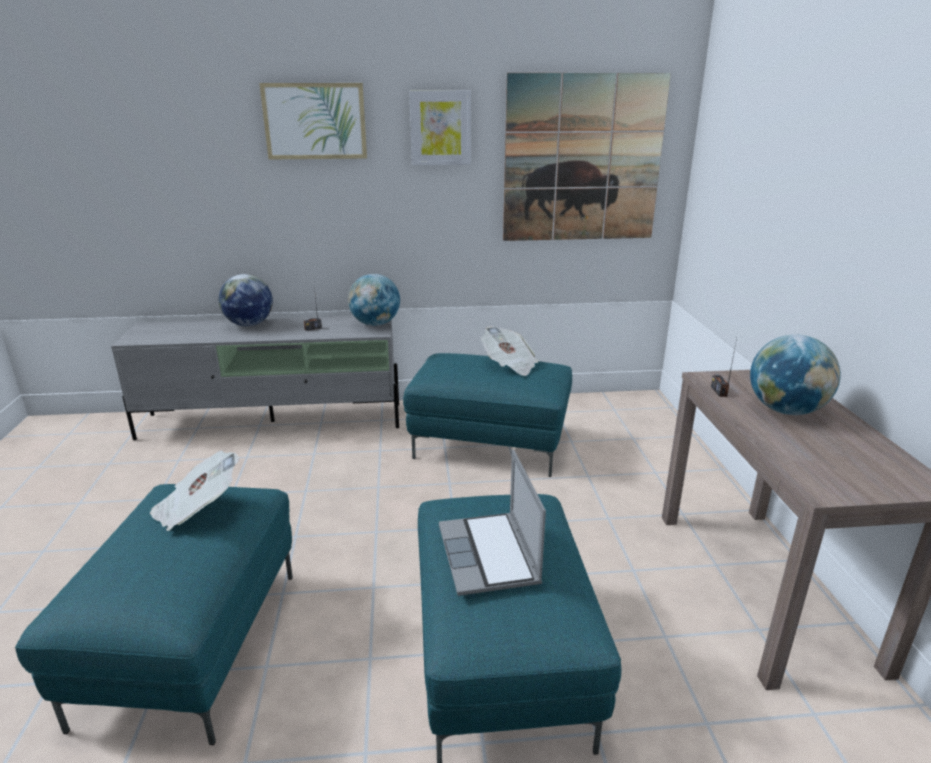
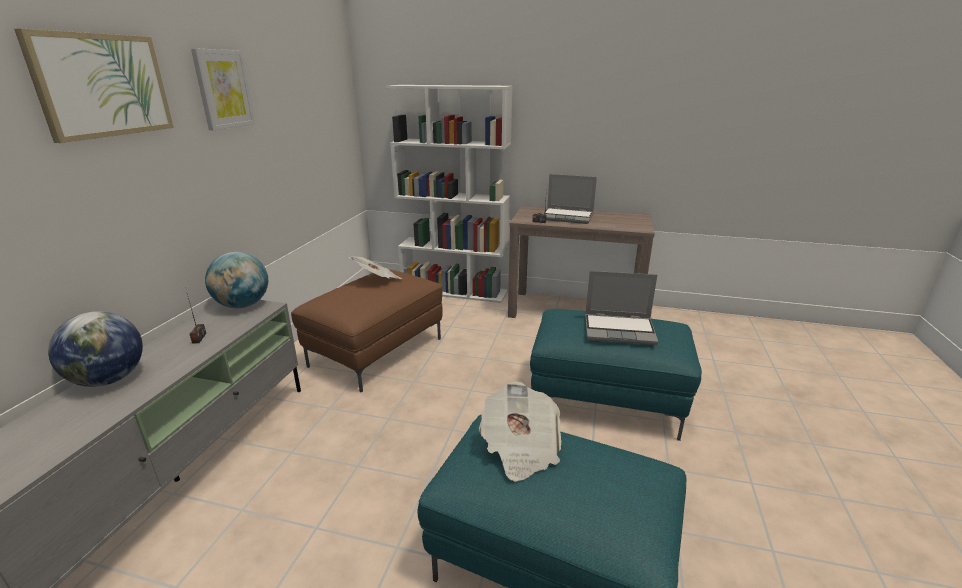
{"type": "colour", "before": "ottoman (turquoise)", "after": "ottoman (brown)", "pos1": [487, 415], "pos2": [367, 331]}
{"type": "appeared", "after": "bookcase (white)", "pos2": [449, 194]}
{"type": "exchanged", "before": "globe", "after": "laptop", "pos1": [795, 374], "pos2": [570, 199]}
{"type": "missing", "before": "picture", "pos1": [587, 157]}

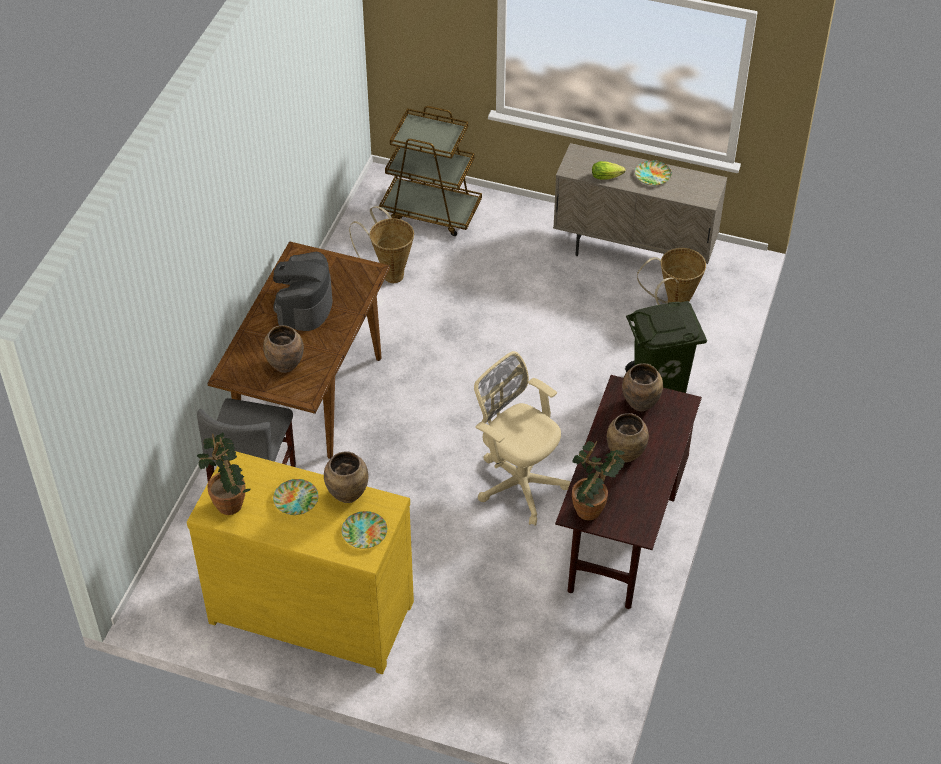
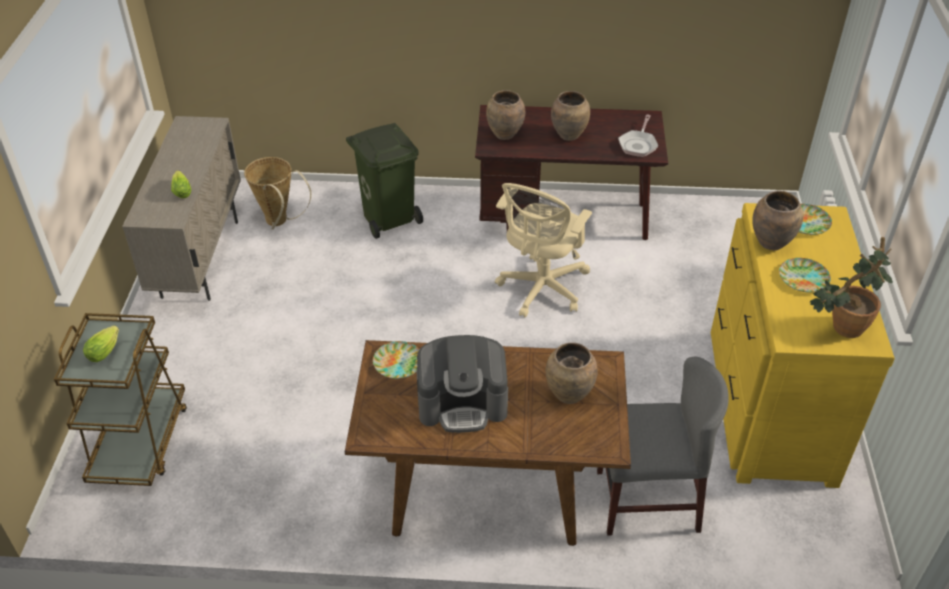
{"type": "appeared", "after": "lettuce", "pos2": [101, 343]}
{"type": "relocated", "before": "plate", "pos1": [653, 172], "pos2": [396, 360]}
{"type": "exchanged", "before": "potted plant", "after": "frying pan", "pos1": [598, 481], "pos2": [638, 136]}
{"type": "missing", "before": "basket", "pos1": [381, 244]}

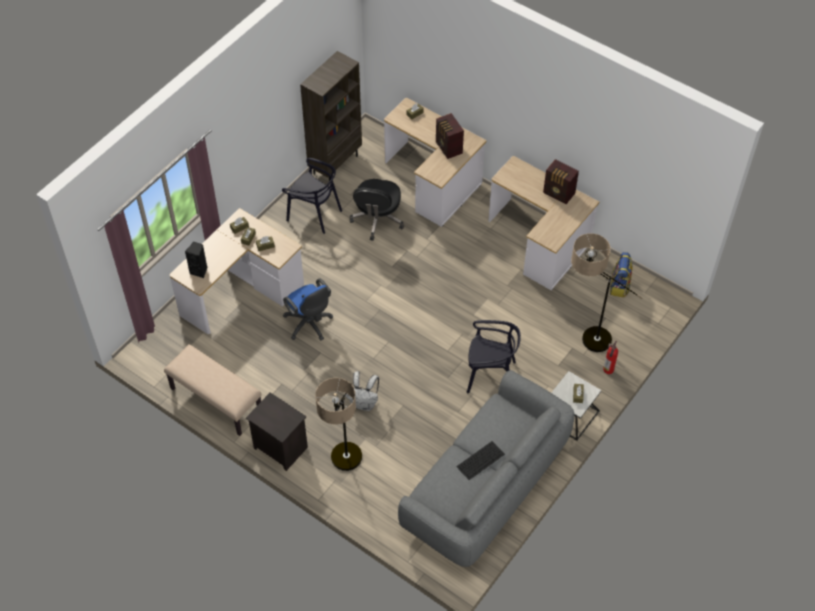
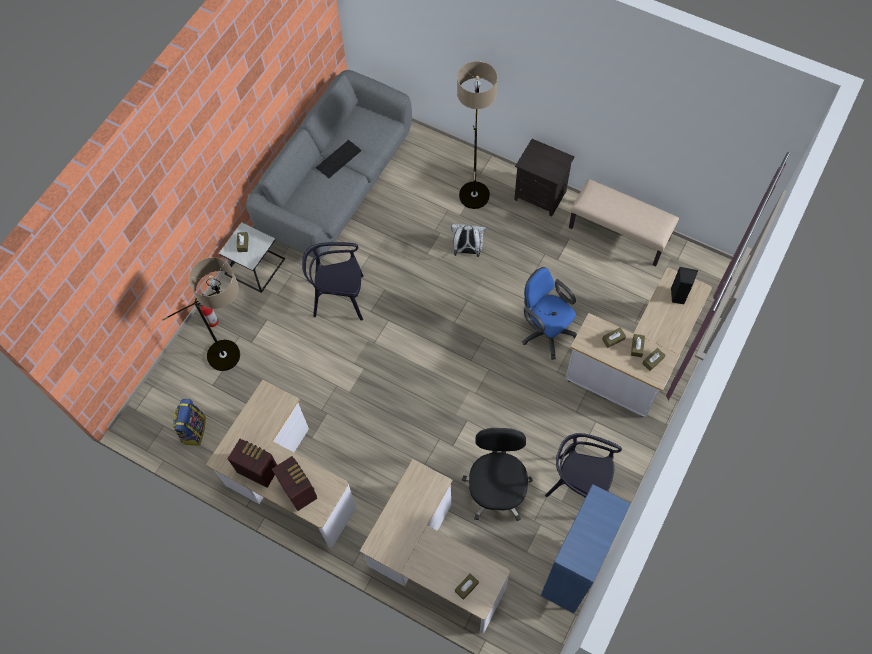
{"type": "relocated", "before": "radio", "pos1": [450, 136], "pos2": [294, 483]}
{"type": "colour", "before": "bookcase (brown)", "after": "bookcase (blue)", "pos1": [331, 116], "pos2": [586, 548]}

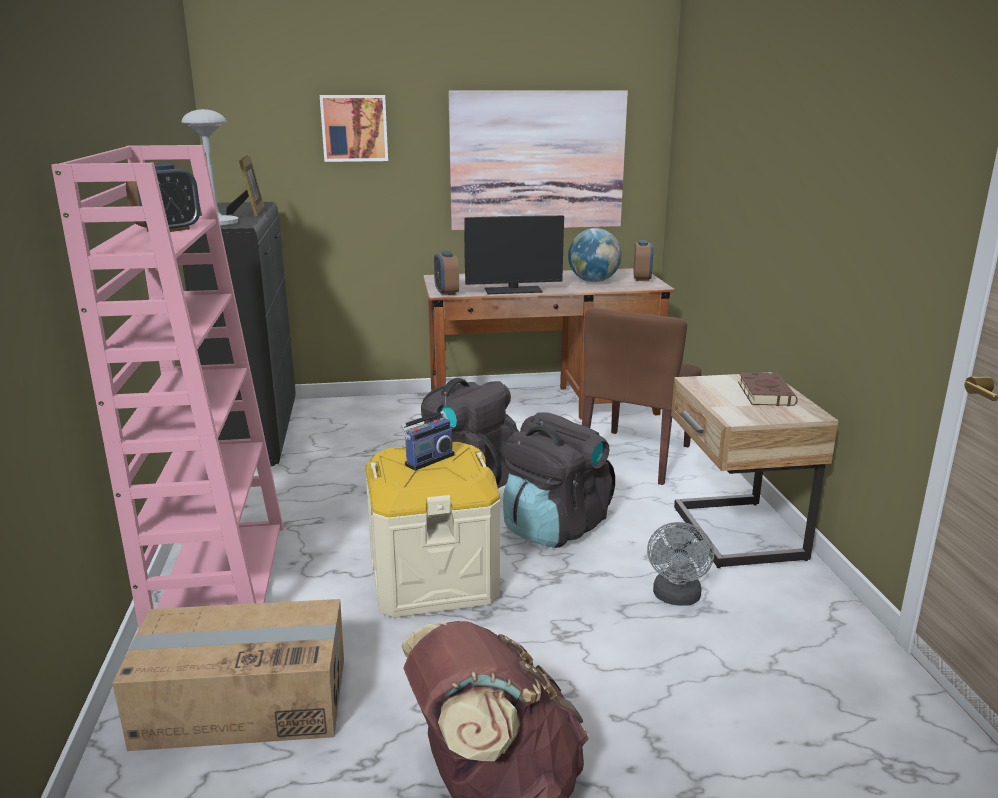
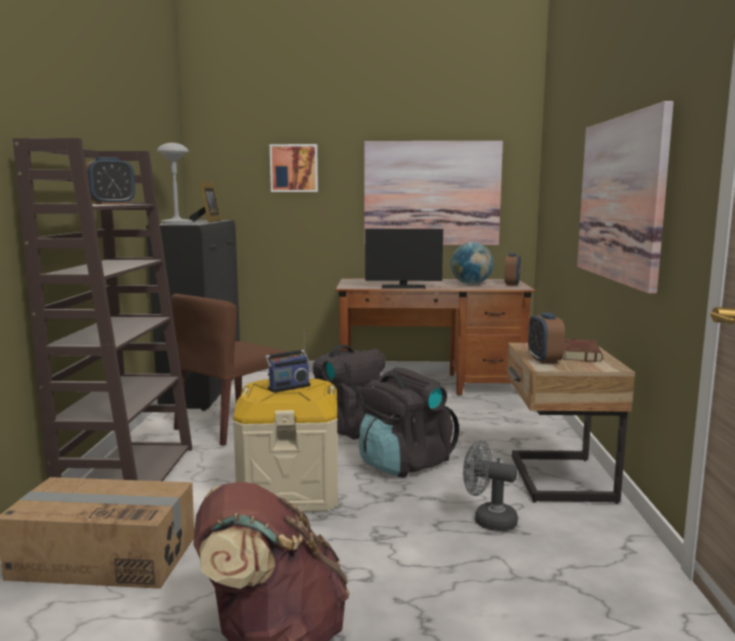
{"type": "colour", "before": "bookcase (pink)", "after": "bookcase (brown)", "pos1": [167, 387], "pos2": [103, 309]}
{"type": "relocated", "before": "chair (brown)", "pos1": [641, 396], "pos2": [230, 370]}
{"type": "spun", "before": "fan (grey)", "pos1": [680, 564], "pos2": [490, 485], "turn": 90}
{"type": "relocated", "before": "alarm clock", "pos1": [446, 273], "pos2": [546, 337]}
{"type": "appeared", "after": "picture", "pos2": [625, 197]}

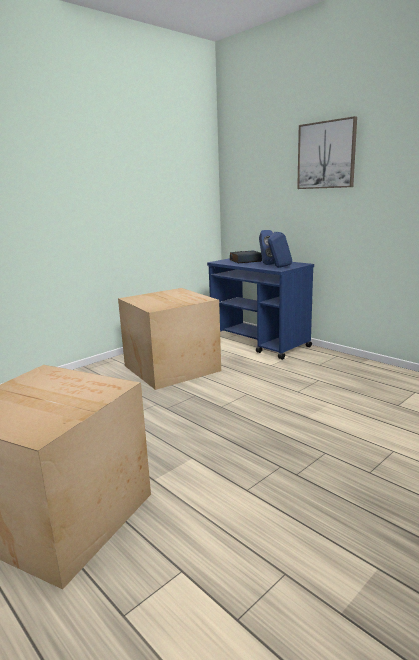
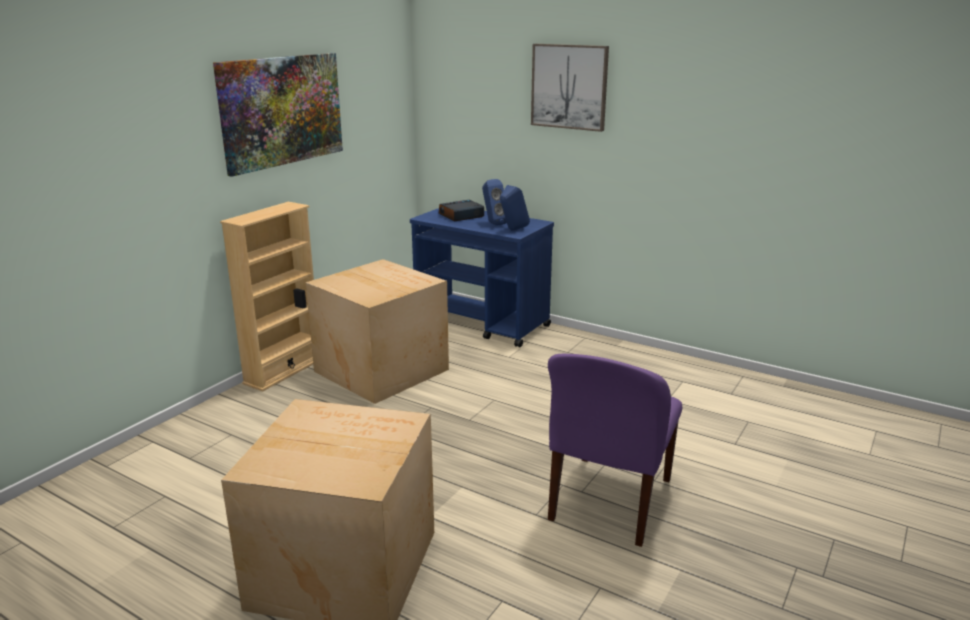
{"type": "appeared", "after": "picture", "pos2": [278, 115]}
{"type": "appeared", "after": "bookcase (beige)", "pos2": [267, 297]}
{"type": "appeared", "after": "chair (purple)", "pos2": [615, 450]}

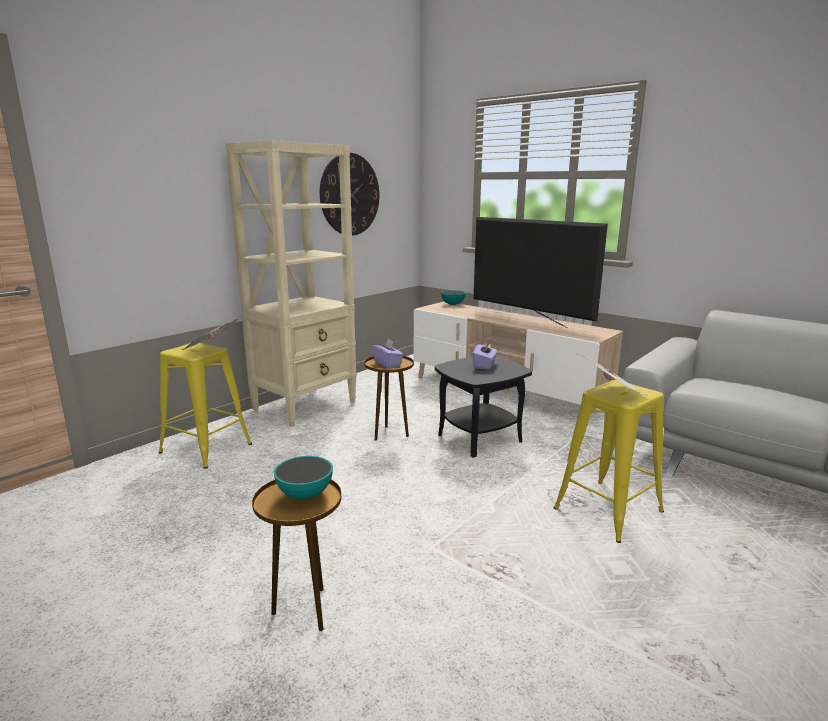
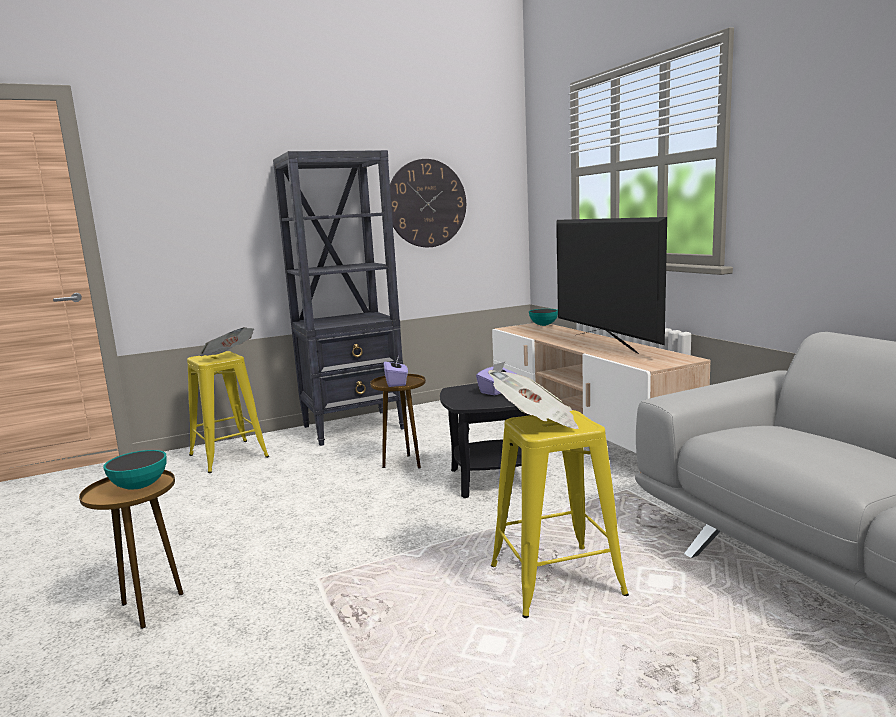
{"type": "colour", "before": "bookcase (beige)", "after": "bookcase (black)", "pos1": [291, 283], "pos2": [339, 298]}

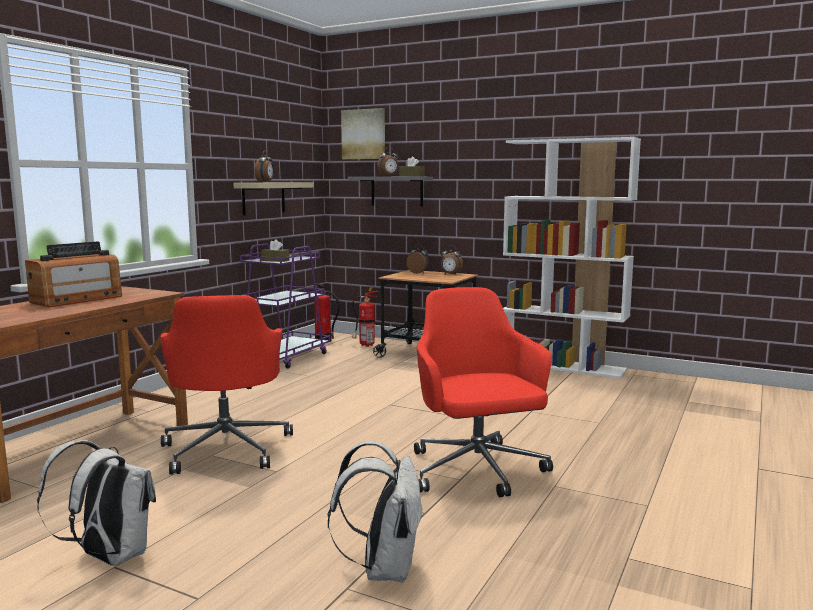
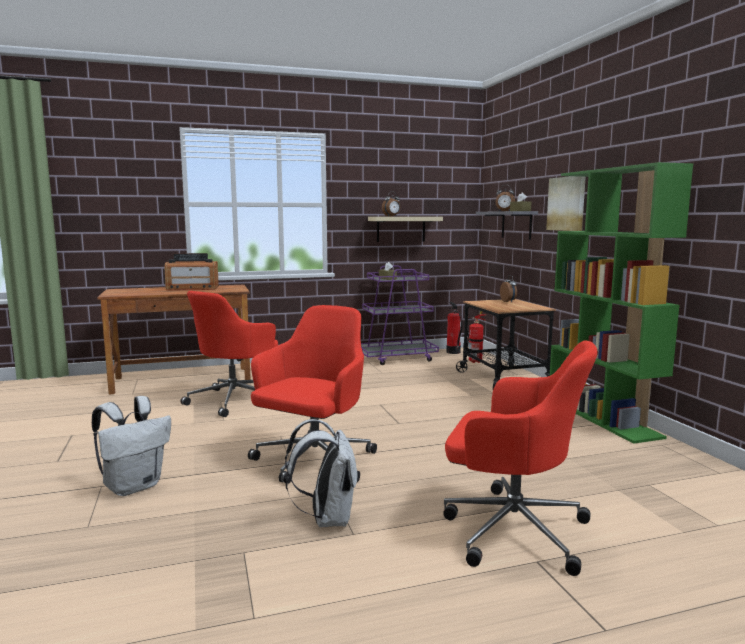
{"type": "relocated", "before": "backpack (white)", "pos1": [96, 503], "pos2": [321, 473]}
{"type": "appeared", "after": "office chair (red)", "pos2": [520, 458]}
{"type": "relocated", "before": "picture", "pos1": [363, 133], "pos2": [566, 203]}
{"type": "colour", "before": "bookcase (white)", "after": "bookcase (green)", "pos1": [572, 258], "pos2": [621, 303]}
{"type": "missing", "before": "alarm clock", "pos1": [452, 259]}

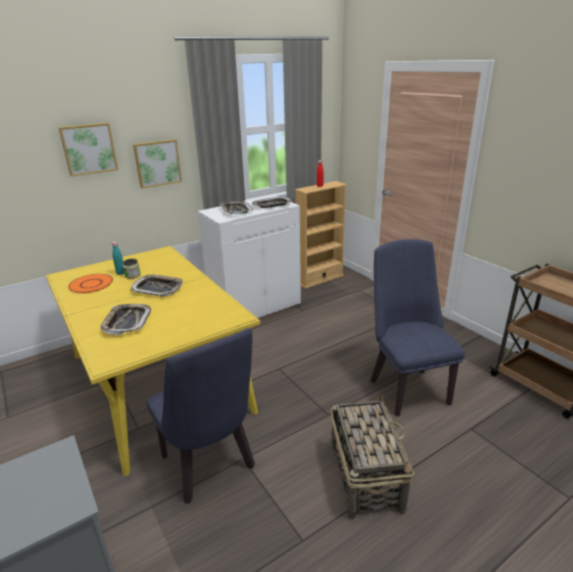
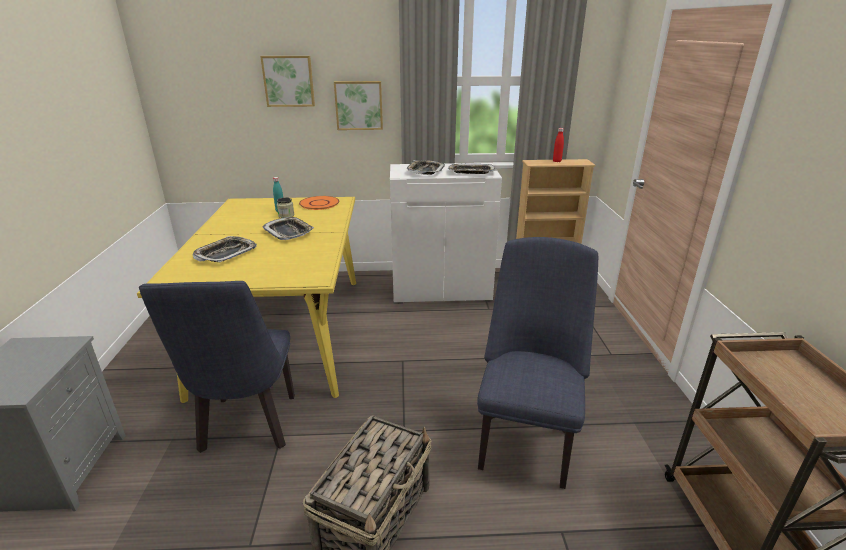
{"type": "relocated", "before": "plate (orange)", "pos1": [90, 283], "pos2": [319, 203]}

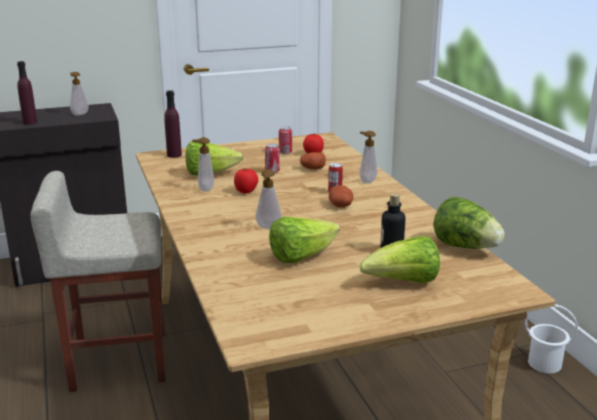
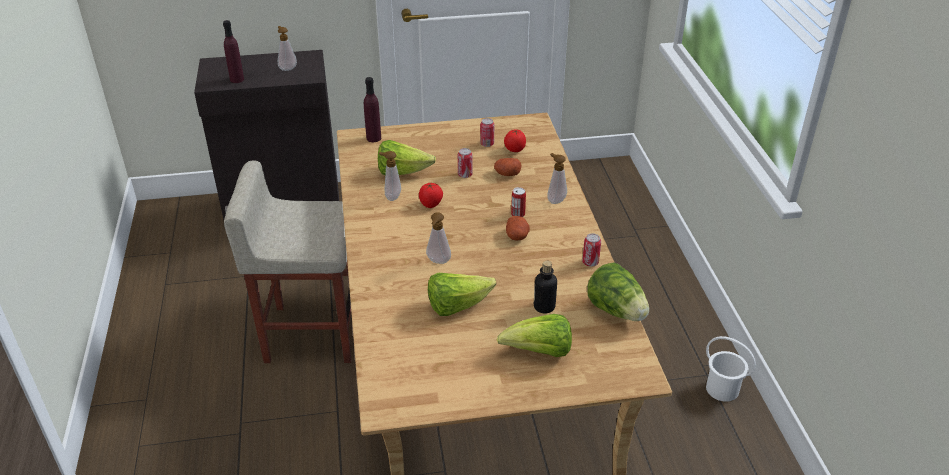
{"type": "appeared", "after": "can", "pos2": [591, 250]}

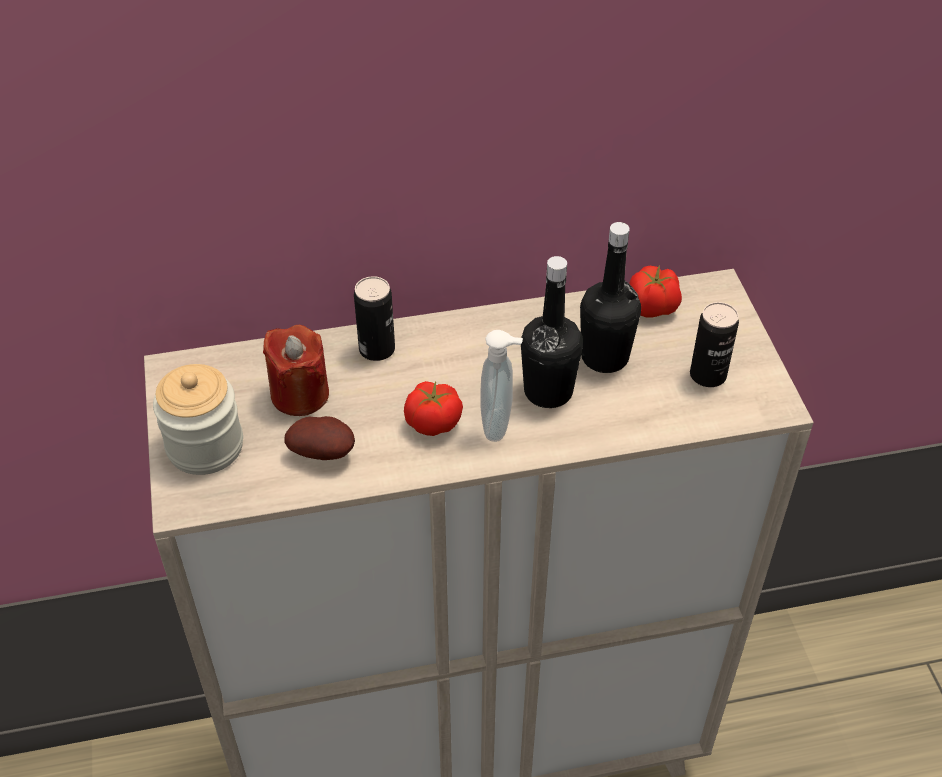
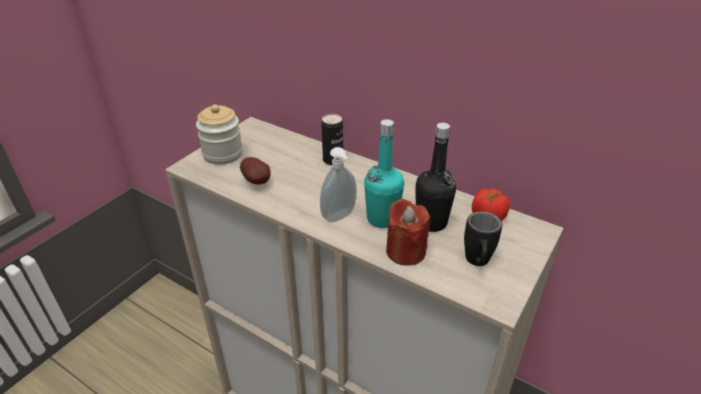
{"type": "colour", "before": "bottle (black)", "after": "bottle (turquoise)", "pos1": [552, 332], "pos2": [384, 173]}
{"type": "relocated", "before": "candle (red)", "pos1": [296, 370], "pos2": [408, 232]}
{"type": "exchanged", "before": "can", "after": "mug (black)", "pos1": [714, 344], "pos2": [483, 238]}
{"type": "missing", "before": "tomato", "pos1": [433, 408]}

